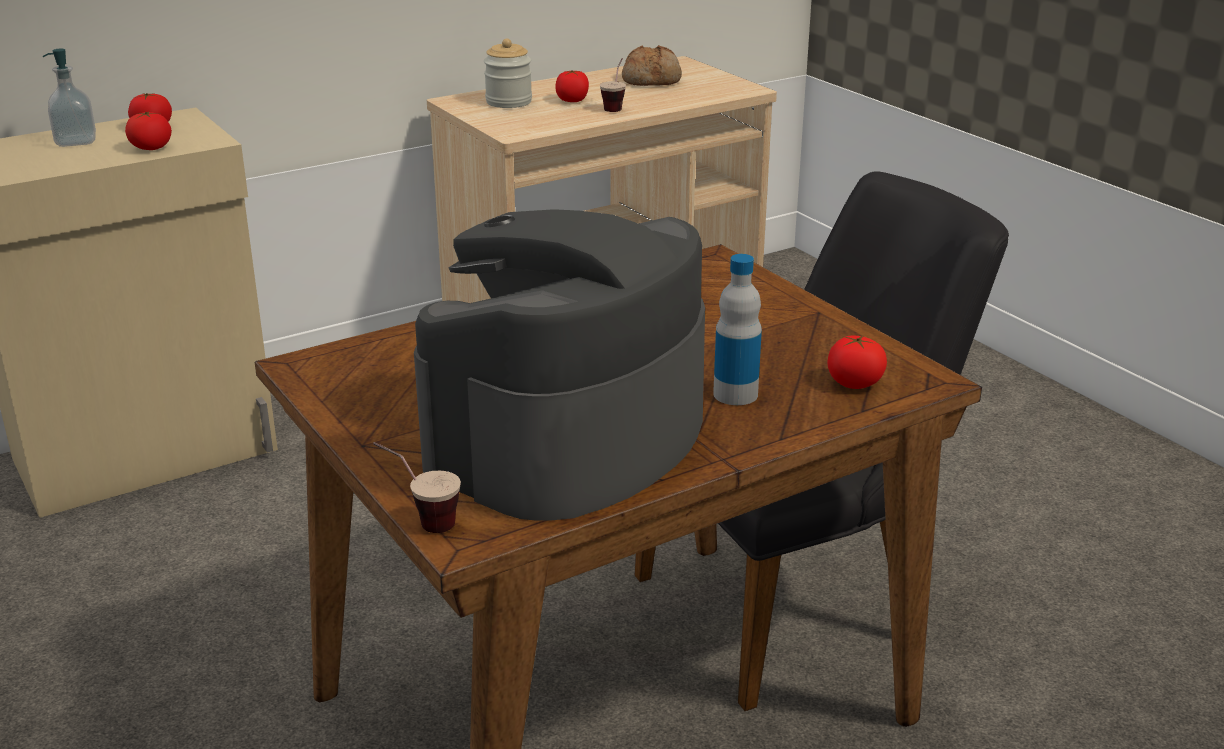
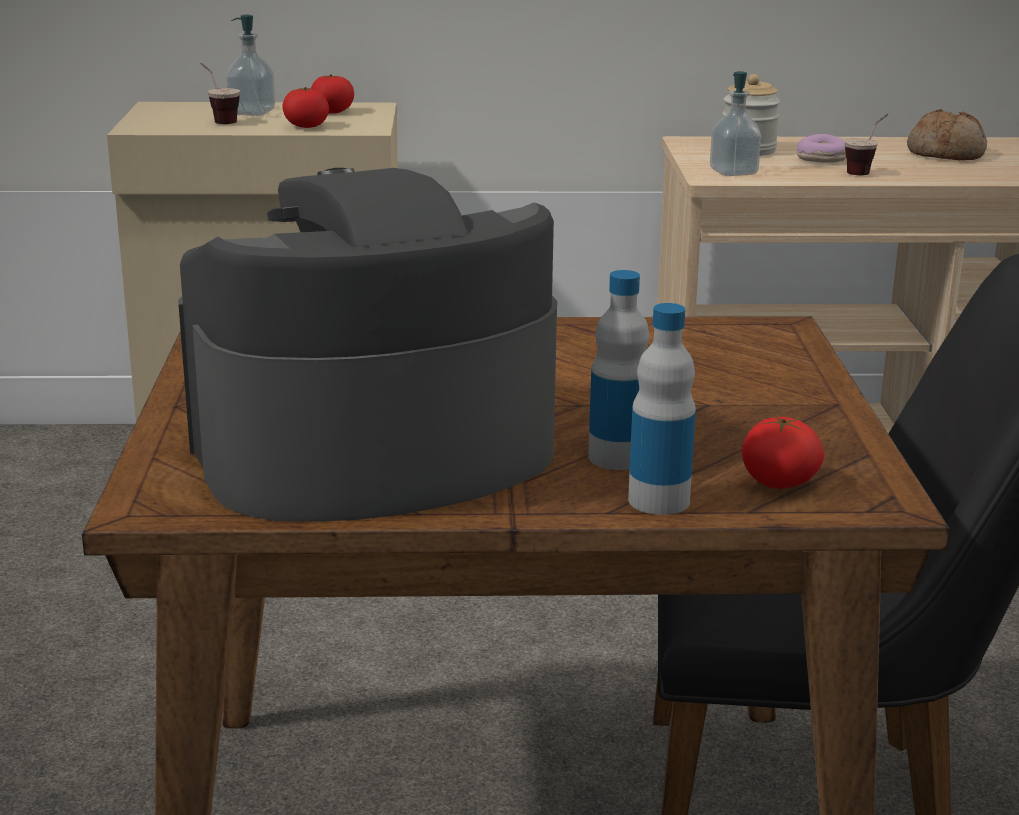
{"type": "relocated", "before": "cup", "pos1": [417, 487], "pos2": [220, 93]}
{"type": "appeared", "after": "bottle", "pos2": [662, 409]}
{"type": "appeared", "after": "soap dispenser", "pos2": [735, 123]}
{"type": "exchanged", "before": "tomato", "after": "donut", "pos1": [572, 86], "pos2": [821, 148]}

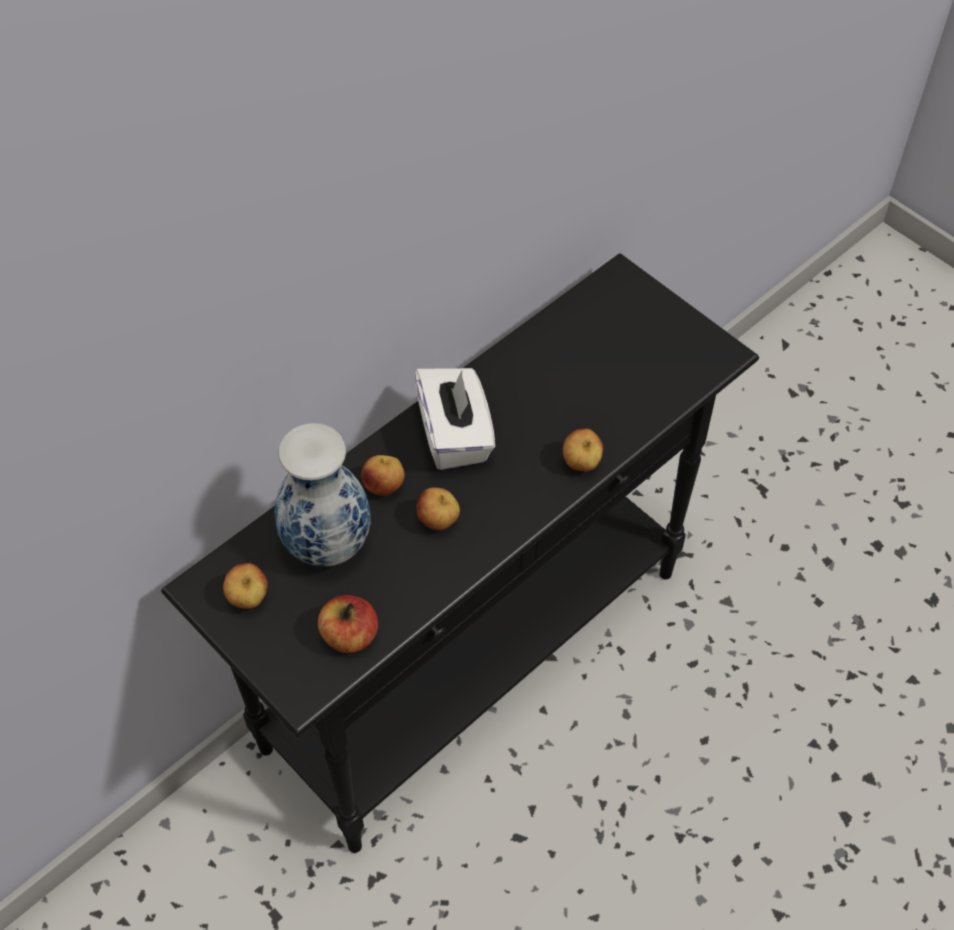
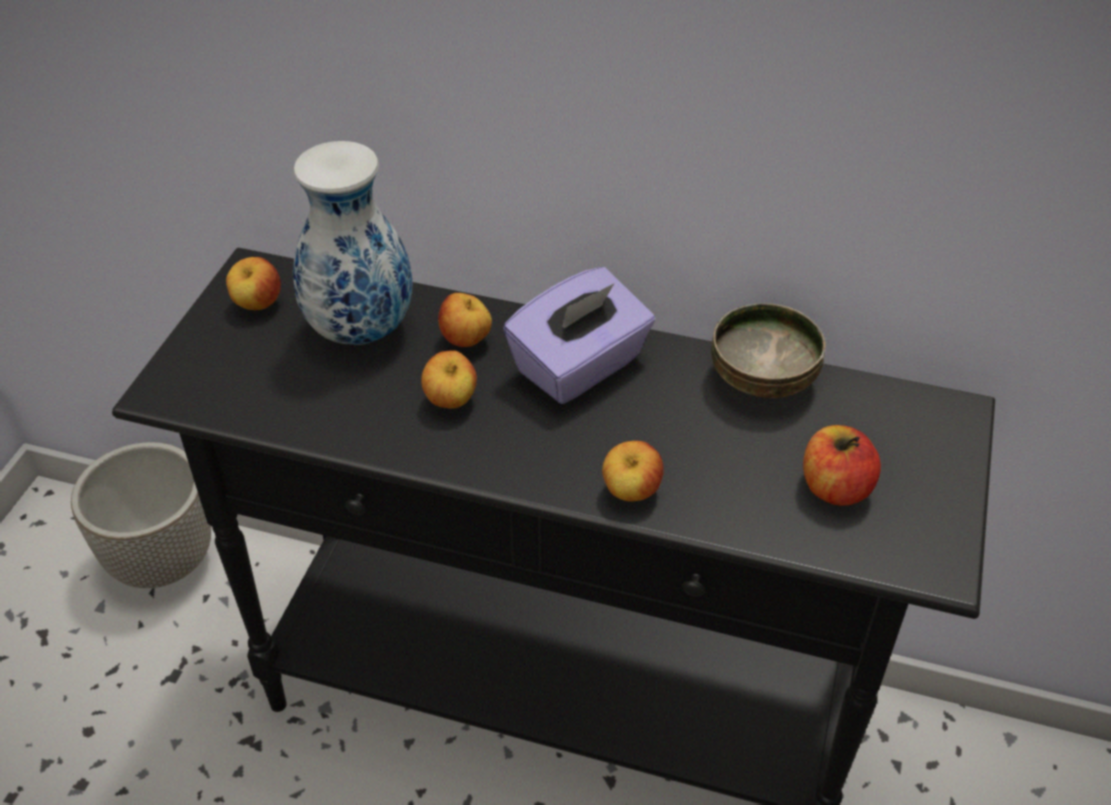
{"type": "appeared", "after": "planter", "pos2": [141, 515]}
{"type": "colour", "before": "tissue box (white)", "after": "tissue box (purple)", "pos1": [454, 419], "pos2": [579, 335]}
{"type": "appeared", "after": "bowl", "pos2": [768, 350]}
{"type": "relocated", "before": "apple", "pos1": [348, 624], "pos2": [842, 465]}

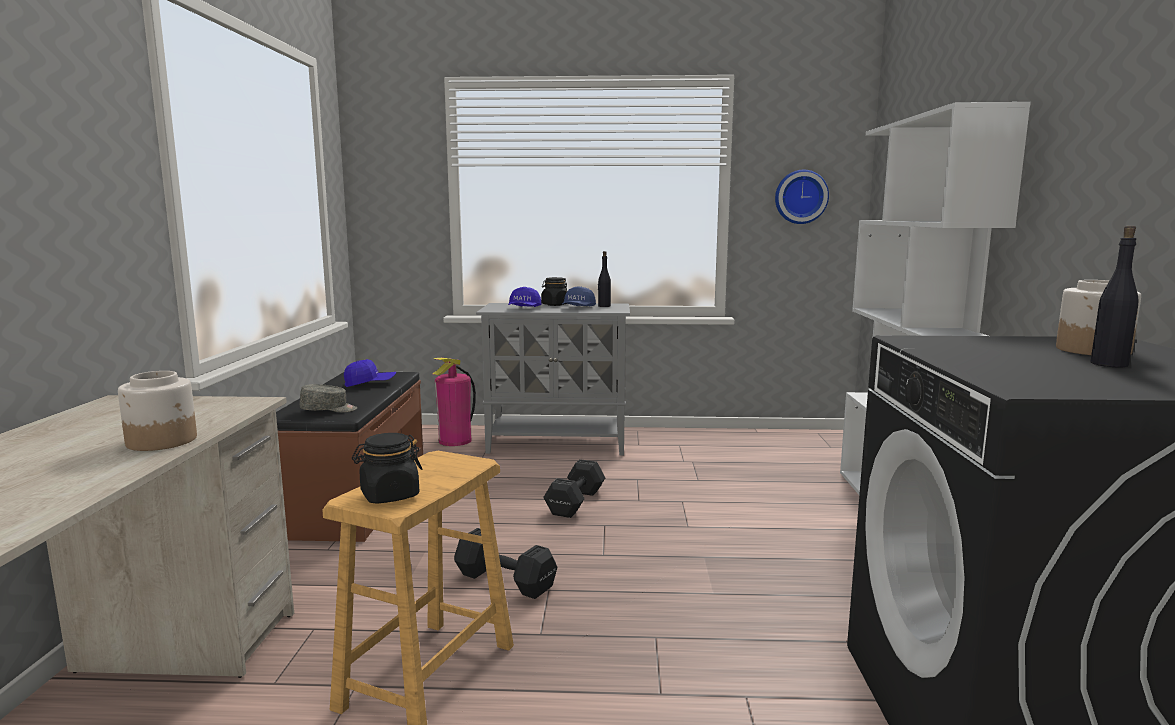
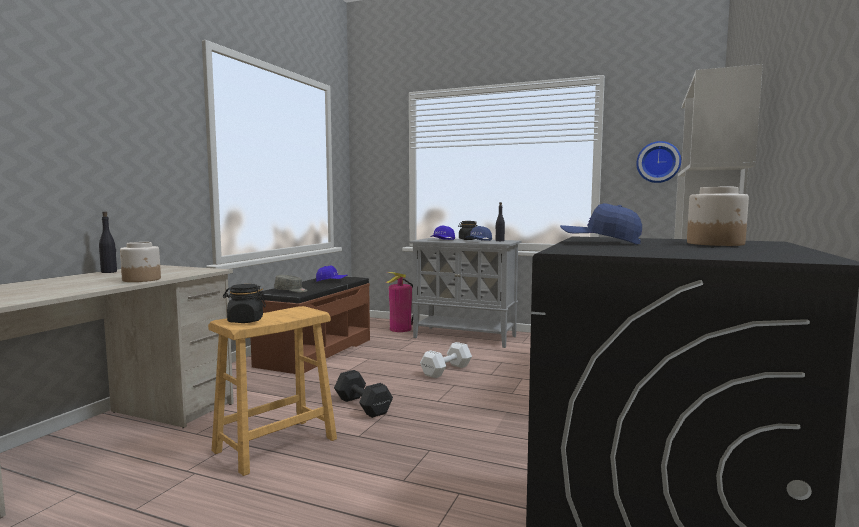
{"type": "relocated", "before": "bottle (black)", "pos1": [1115, 296], "pos2": [108, 242]}
{"type": "colour", "before": "dumbbell (black)", "after": "dumbbell (white)", "pos1": [574, 488], "pos2": [446, 360]}
{"type": "appeared", "after": "cap (blue)", "pos2": [601, 224]}

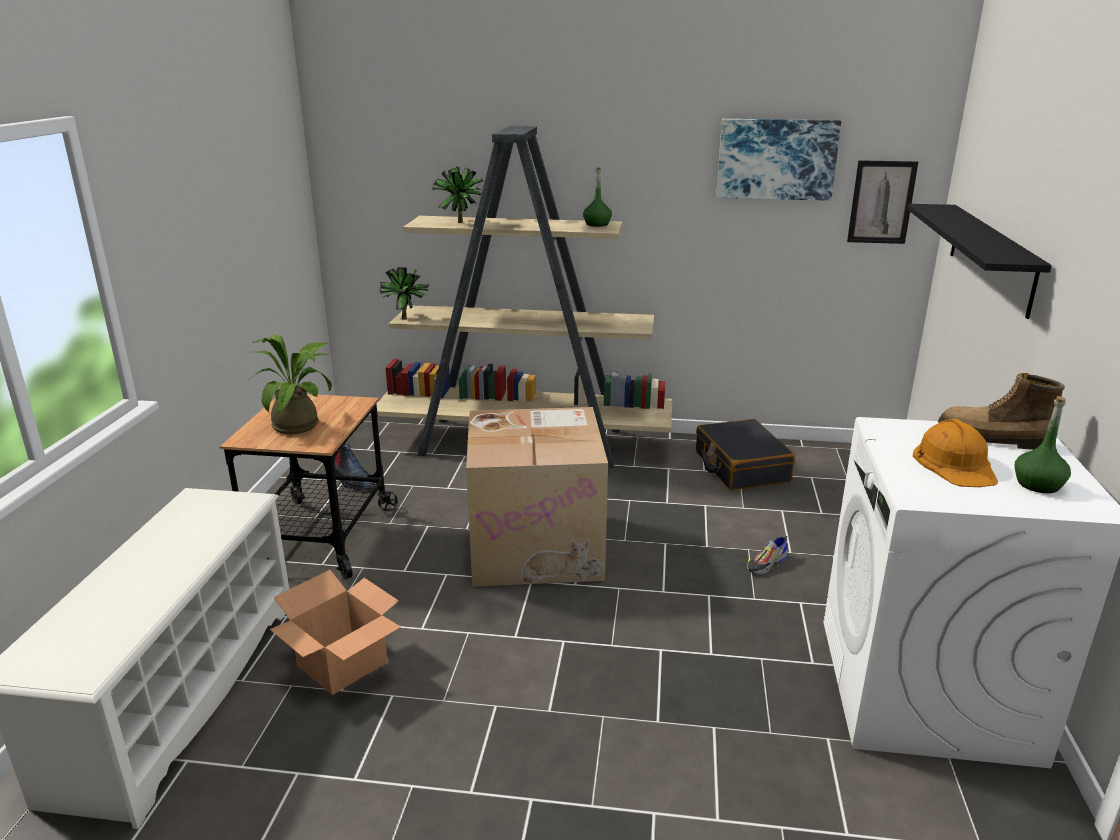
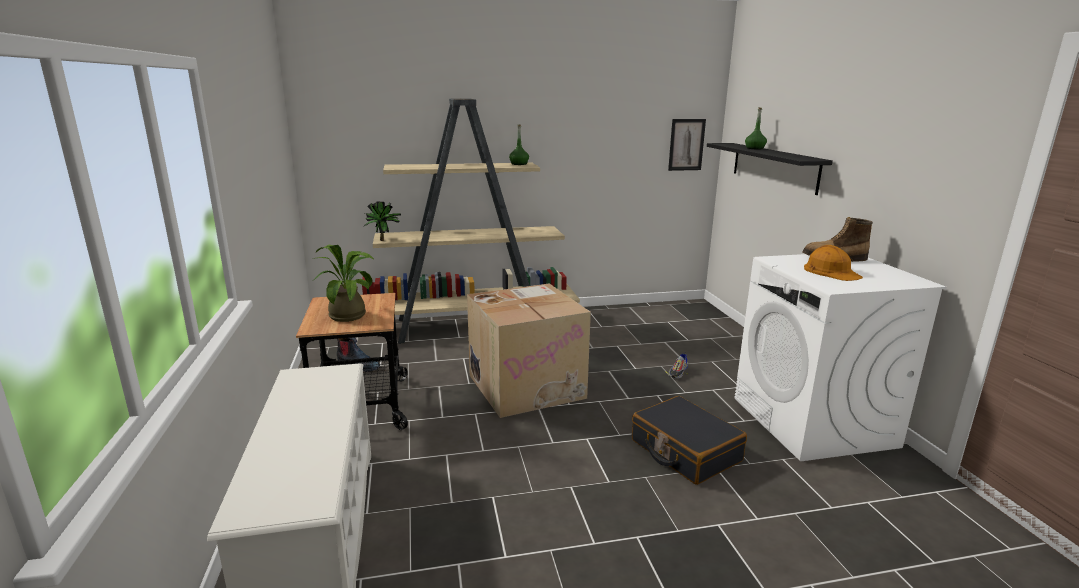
{"type": "relocated", "before": "suitcase (black)", "pos1": [745, 454], "pos2": [689, 440]}
{"type": "relocated", "before": "bottle (green)", "pos1": [1043, 444], "pos2": [756, 128]}
{"type": "missing", "before": "cardboard box", "pos1": [335, 632]}
{"type": "missing", "before": "potted plant", "pos1": [457, 194]}
{"type": "missing", "before": "picture", "pos1": [778, 160]}

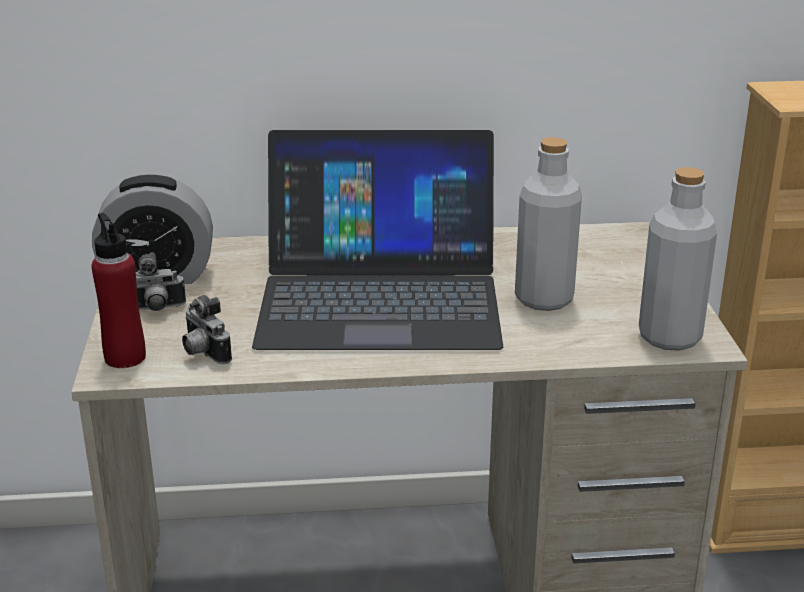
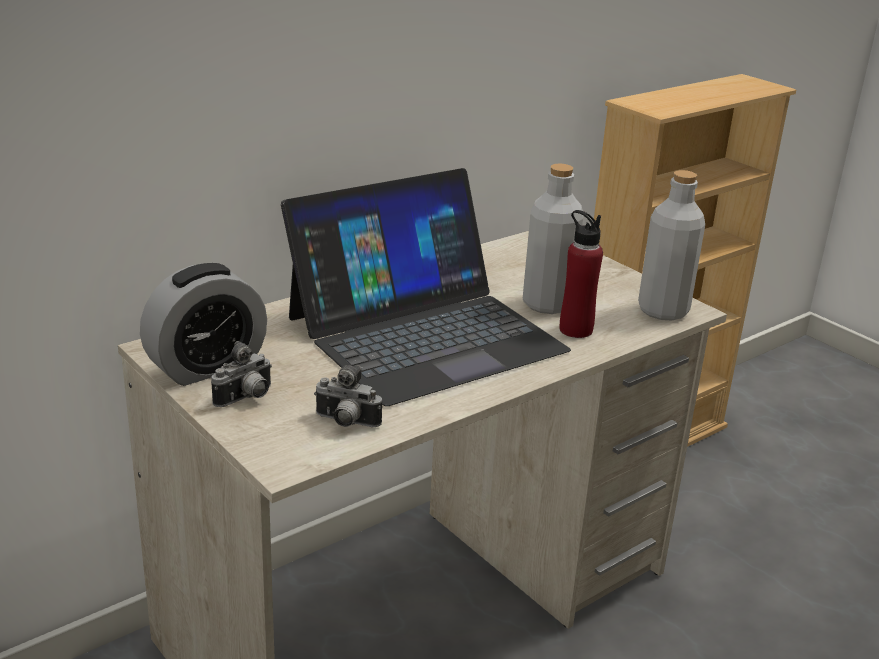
{"type": "relocated", "before": "bottle (red)", "pos1": [118, 290], "pos2": [581, 274]}

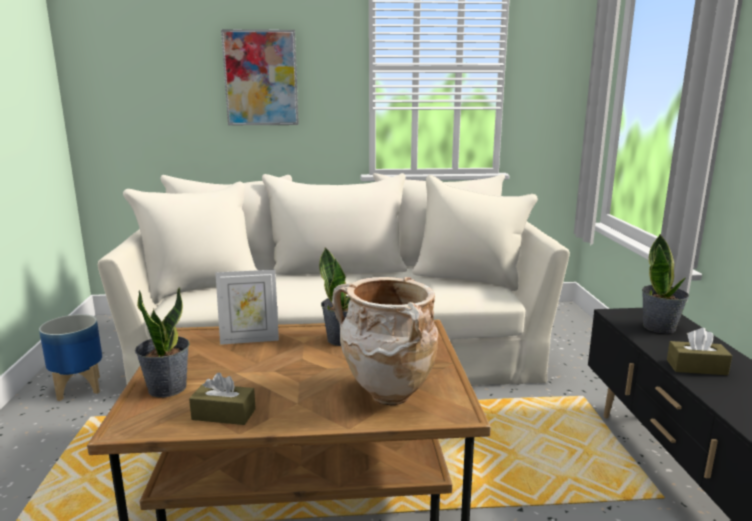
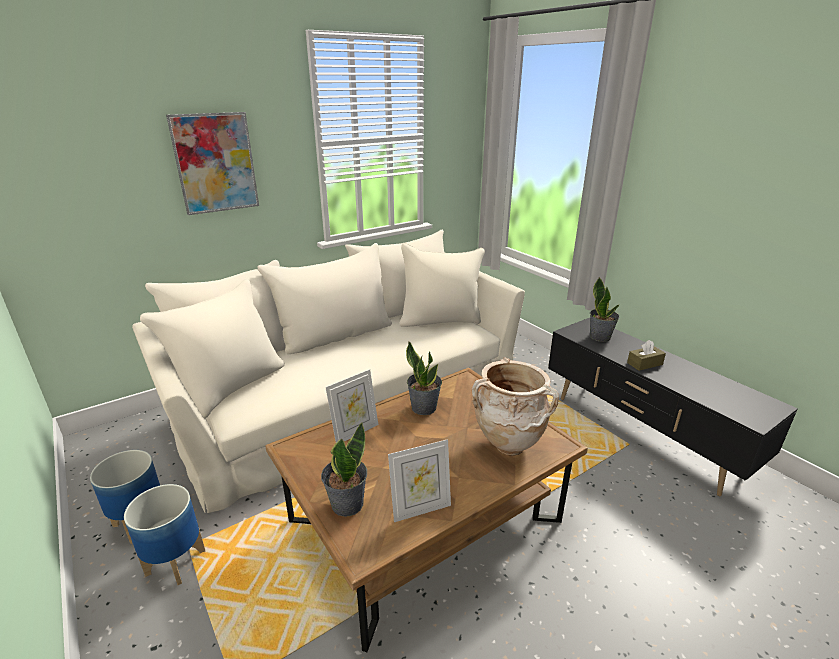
{"type": "appeared", "after": "planter", "pos2": [164, 534]}
{"type": "exchanged", "before": "tissue box (brown)", "after": "picture frame", "pos1": [222, 398], "pos2": [419, 480]}

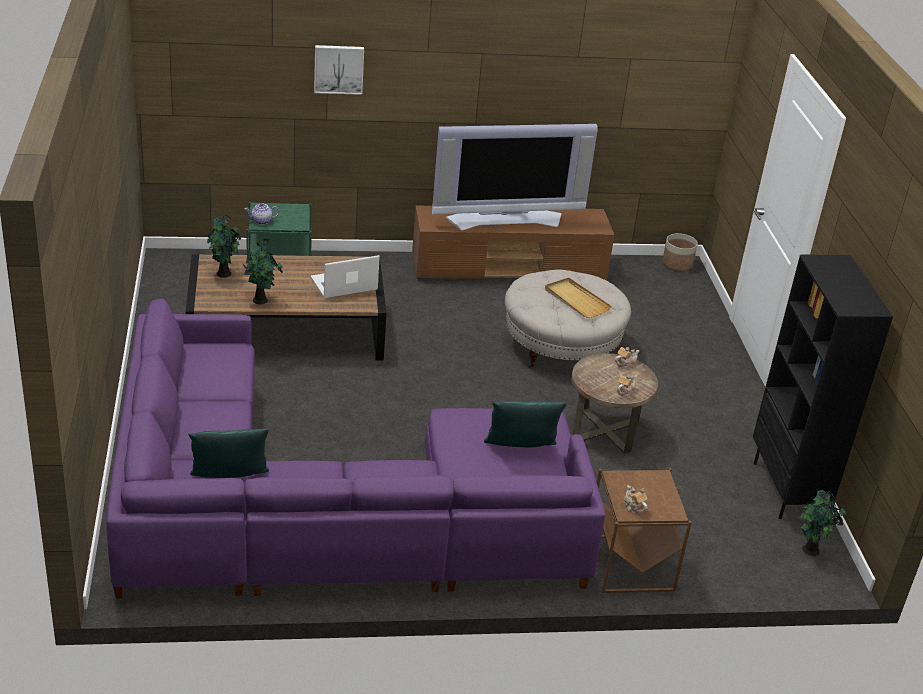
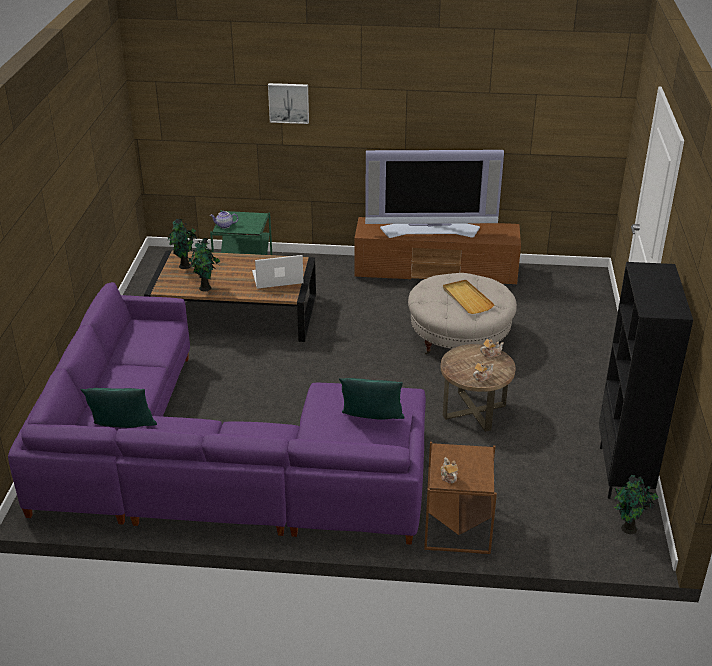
{"type": "missing", "before": "planter", "pos1": [680, 252]}

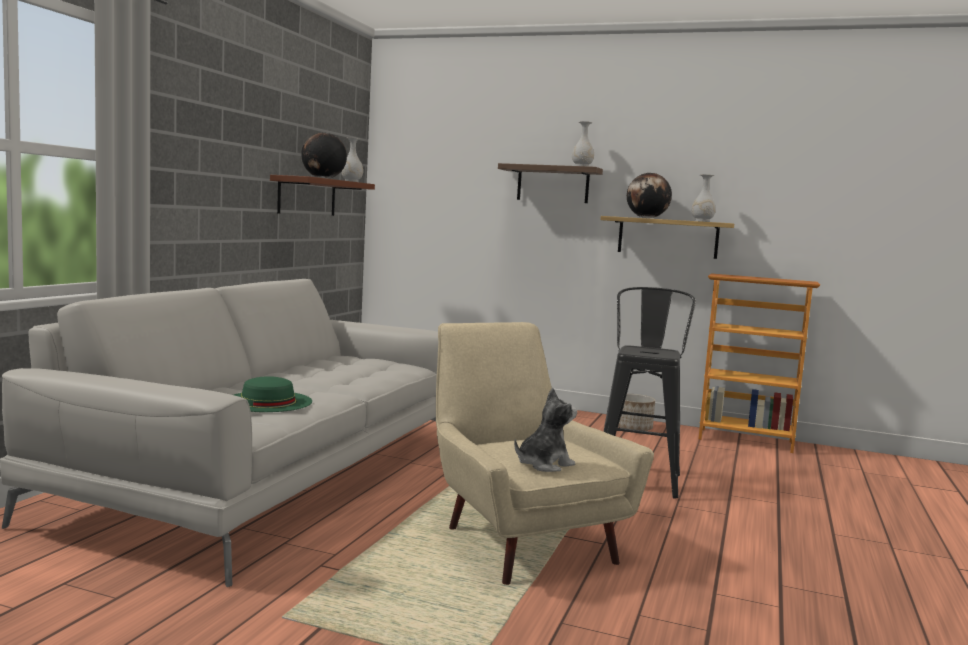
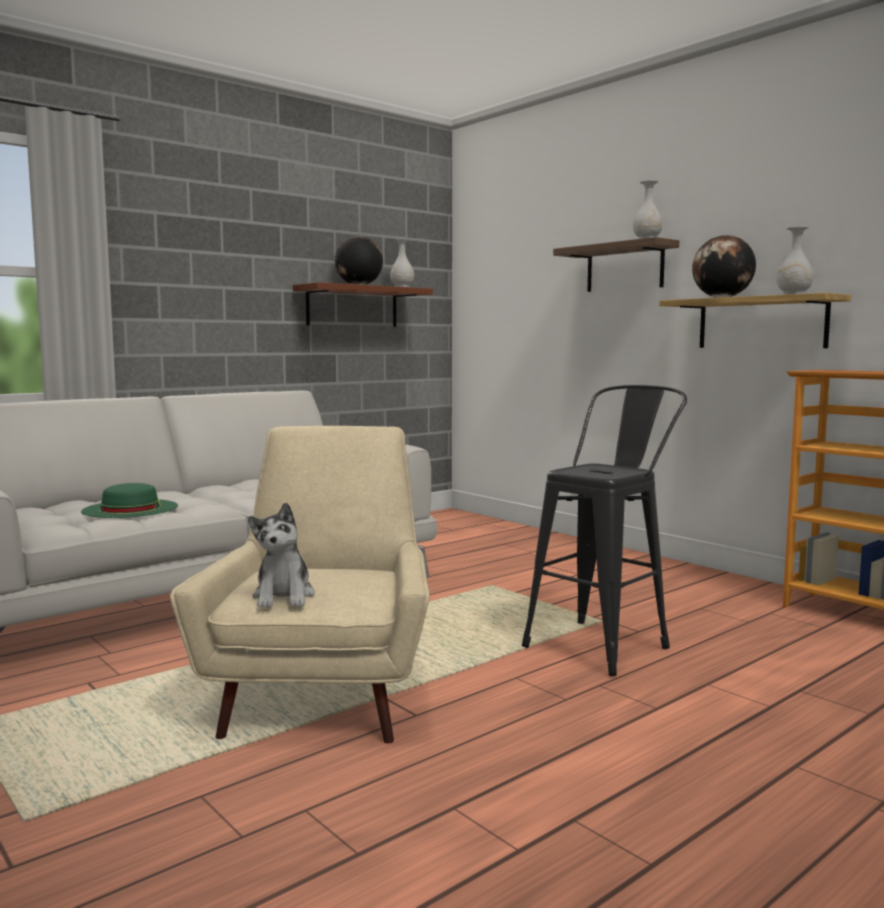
{"type": "spun", "before": "plush toy", "pos1": [545, 430], "pos2": [281, 555], "turn": 90}
{"type": "missing", "before": "planter", "pos1": [636, 412]}

